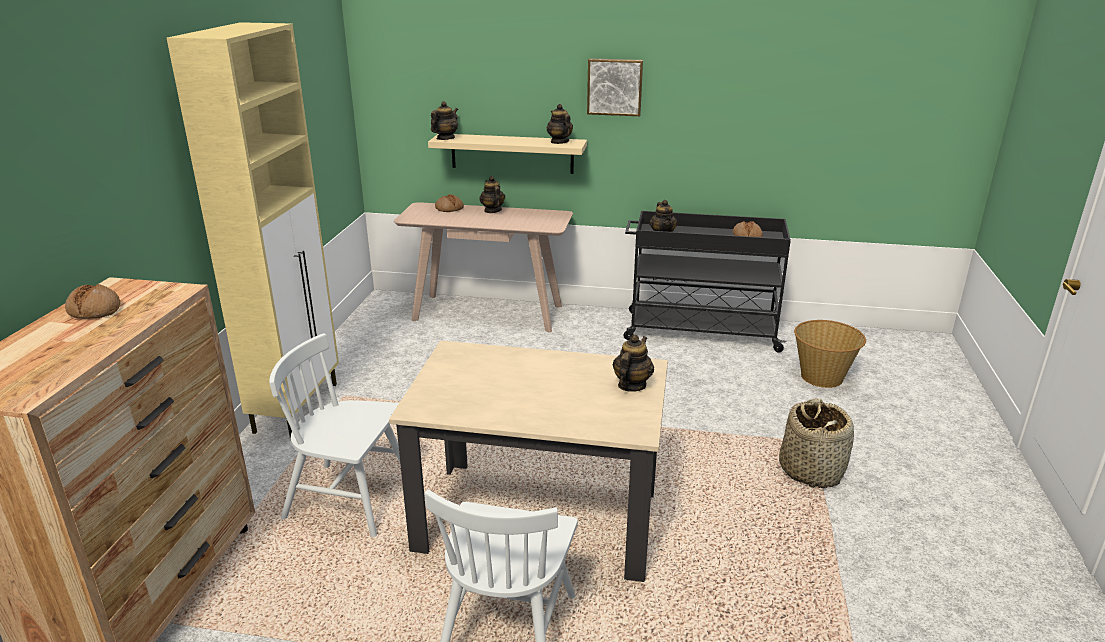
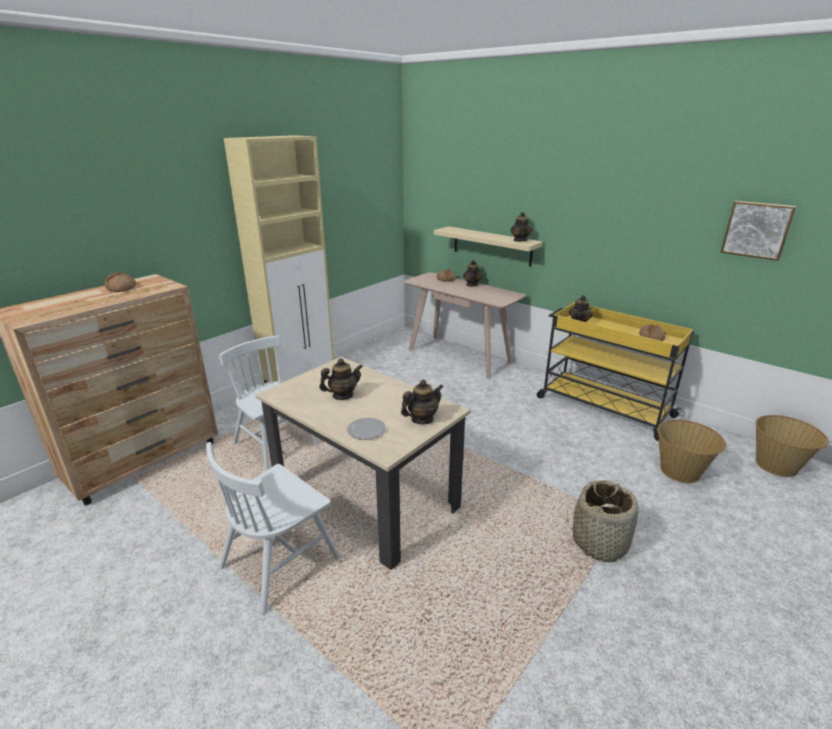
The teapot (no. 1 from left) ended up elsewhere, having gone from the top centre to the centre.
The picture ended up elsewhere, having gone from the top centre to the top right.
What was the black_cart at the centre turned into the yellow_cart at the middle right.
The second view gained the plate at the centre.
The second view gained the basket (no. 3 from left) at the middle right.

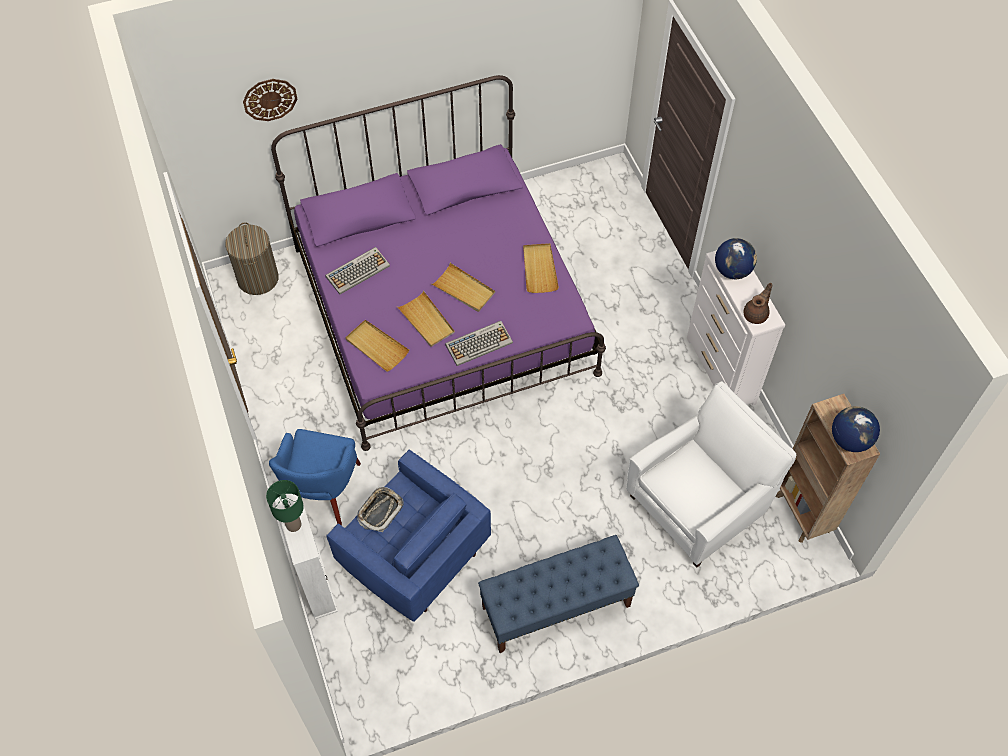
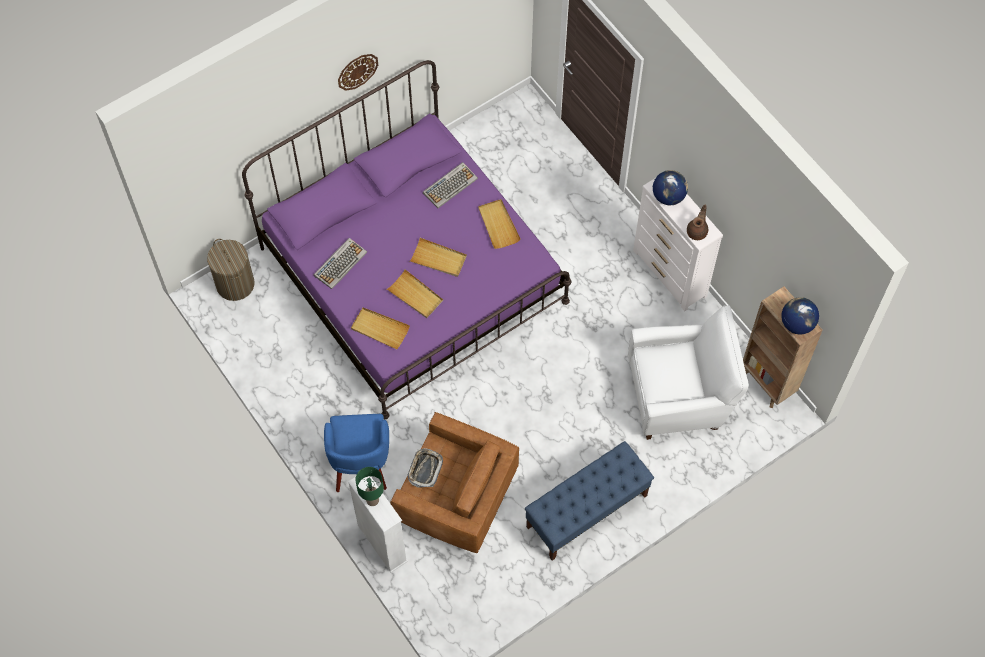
The wall_clock ended up elsewhere, having gone from the top left to the top centre.
What was the blue_armchair (no. 2 from left) at the bottom centre turned into the brown_armchair at the bottom centre.
The keyboard (no. 2 from left) ended up elsewhere, having gone from the centre to the top centre.
The white_armchair at the middle right ended up facing another way, 45 degrees clockwise from before.

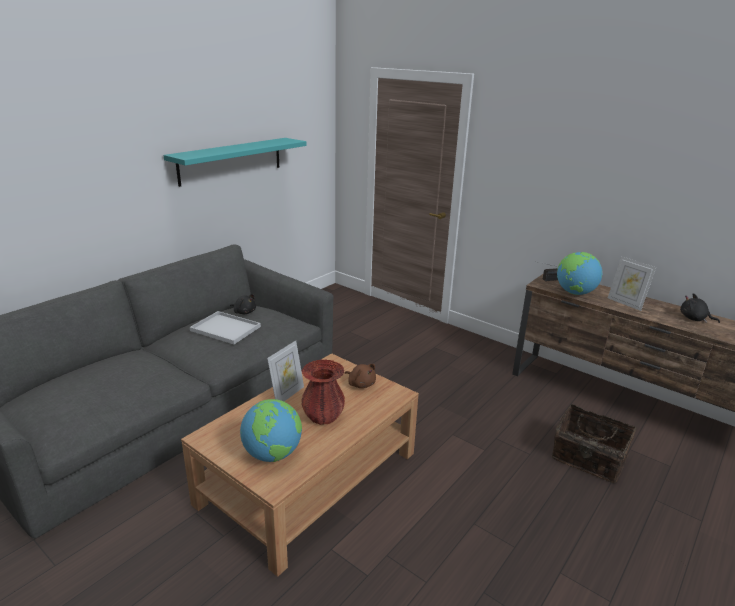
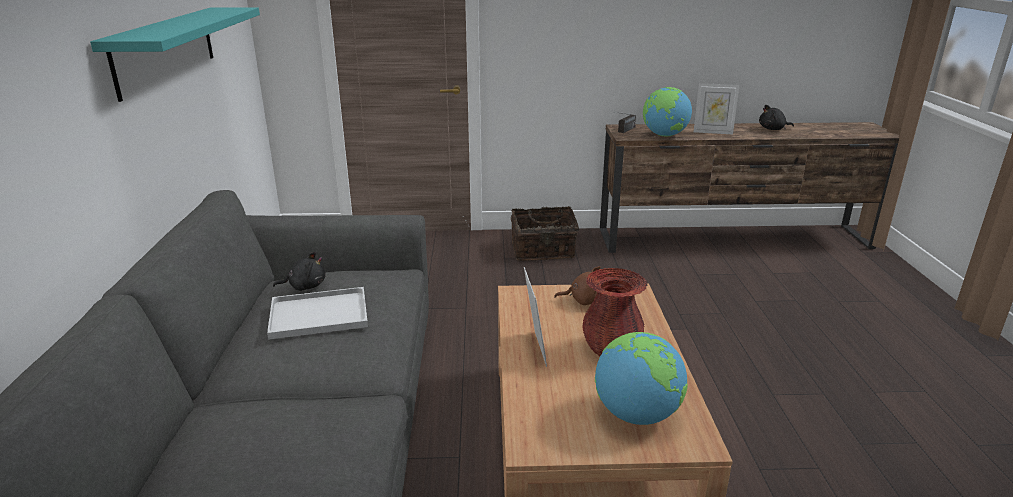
The basket ended up elsewhere, having gone from the bottom right to the centre.

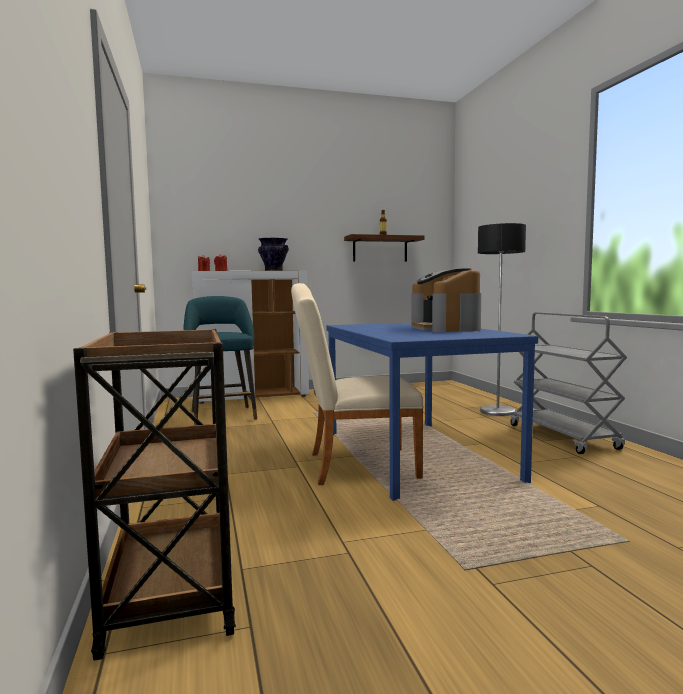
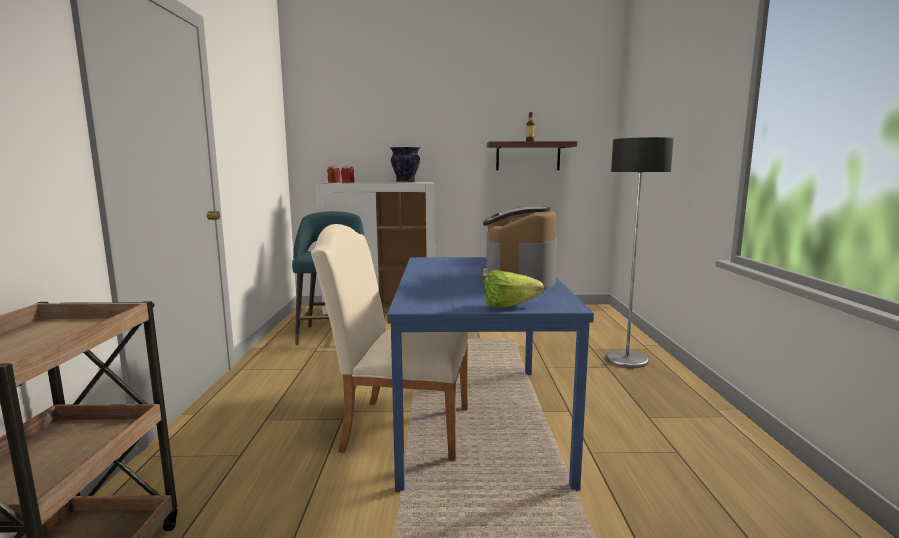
The second view lost the grey_cart at the middle right.
The second view gained the lettuce at the centre.

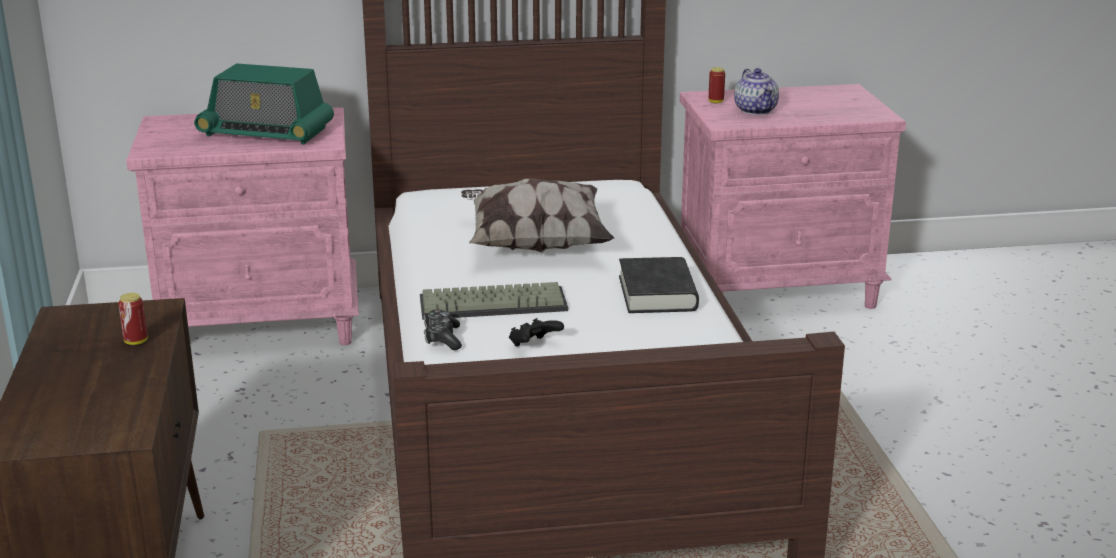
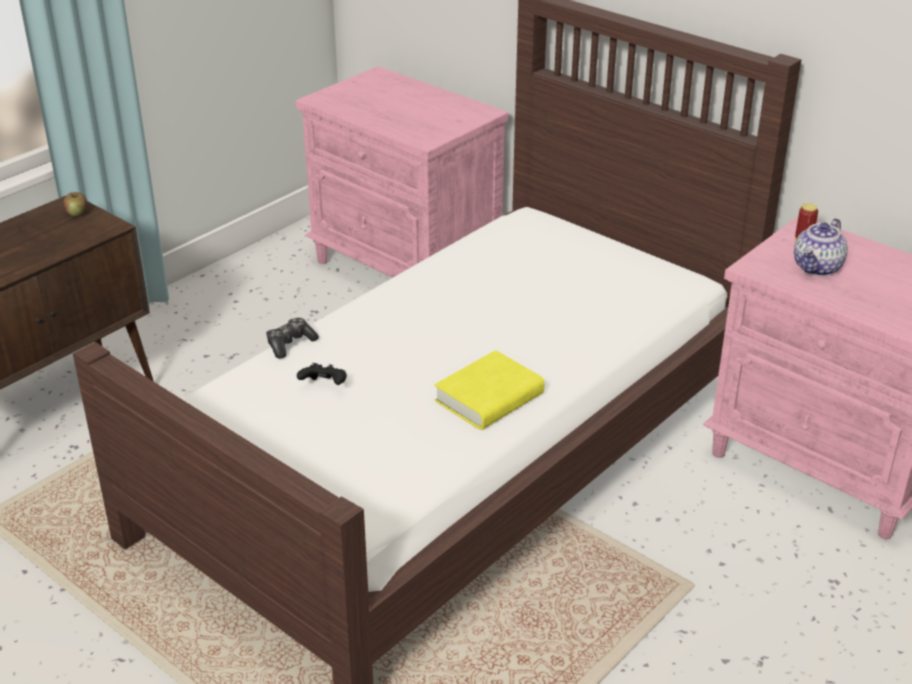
The second view lost the can (no. 1 from left) at the middle left.
The second view lost the radio at the top left.
The second view lost the keyboard at the centre.
The second view lost the pillow at the centre.
What was the black_book at the centre turned into the yellow_book at the centre.
The second view gained the apple at the top left.

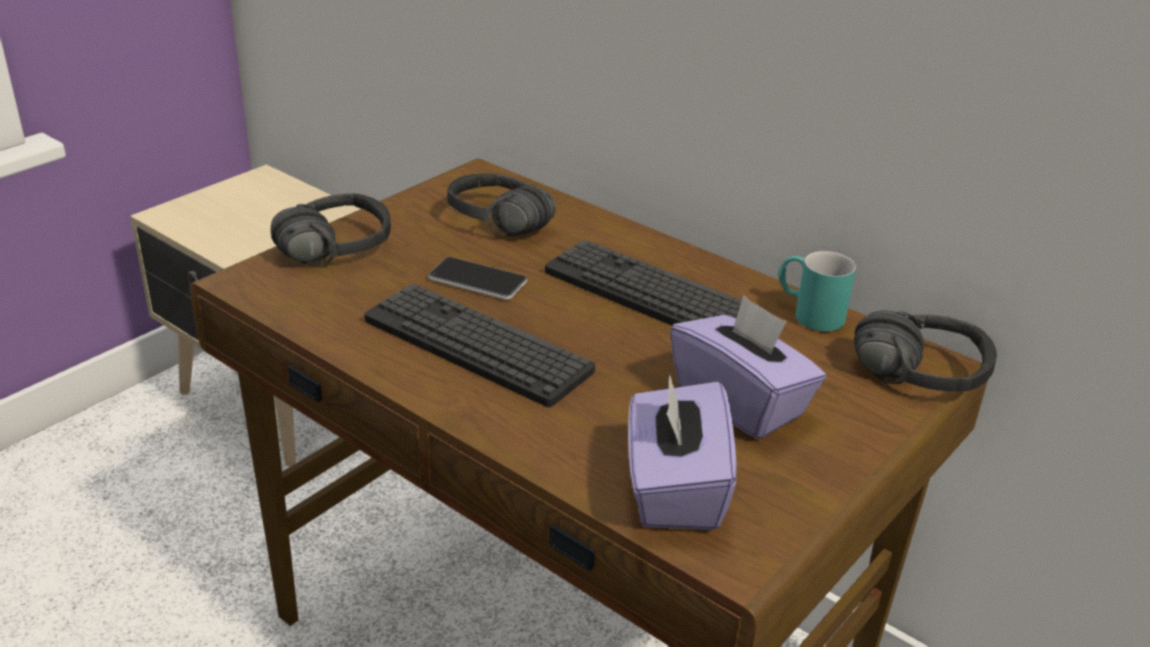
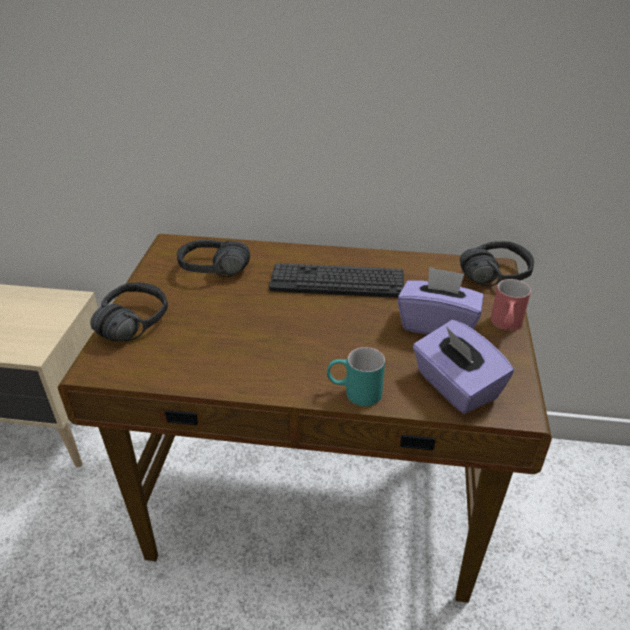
The second view lost the keyboard (no. 1 from left) at the centre.
The second view lost the phone at the centre.
The turquoise_mug ended up elsewhere, having gone from the middle right to the centre.
The second view gained the red_mug at the middle right.

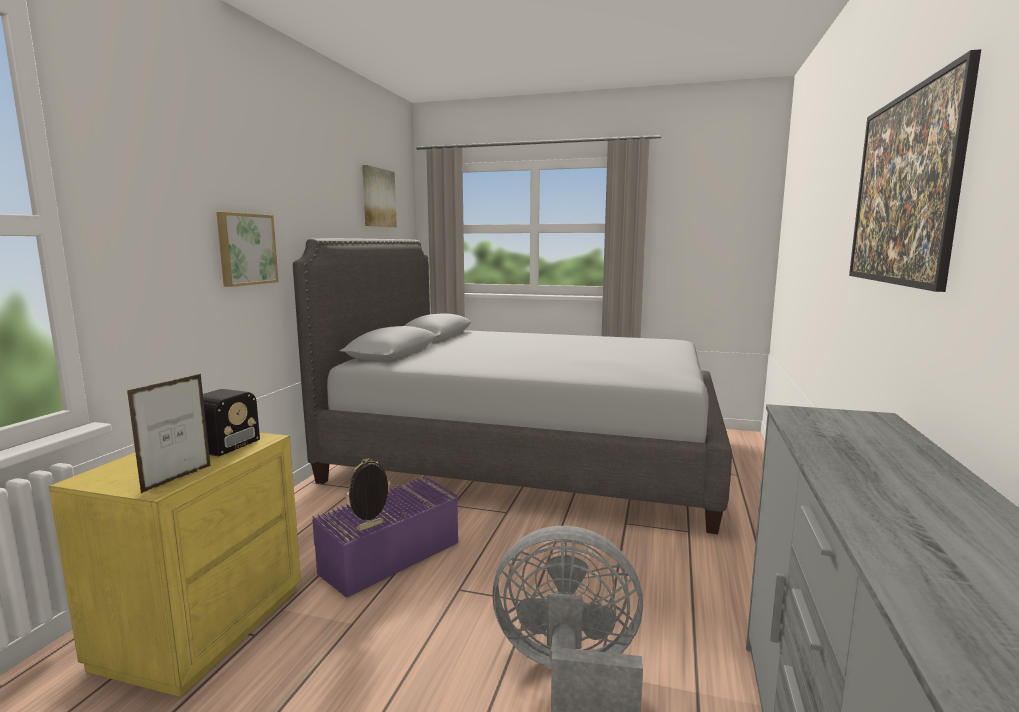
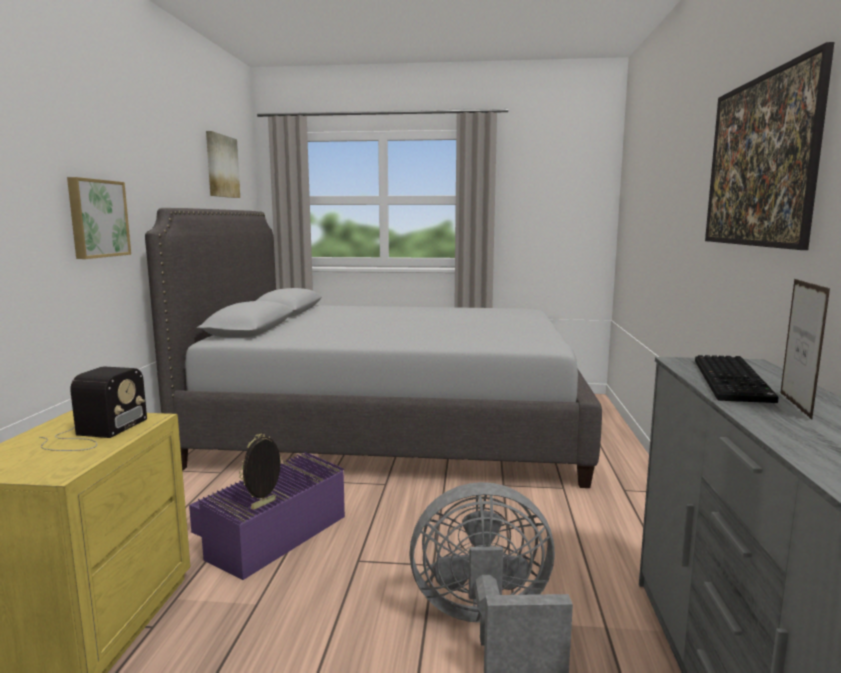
The picture_frame (no. 1 from left in the first image) ended up elsewhere, having gone from the middle left to the middle right.
The second view gained the keyboard at the middle right.

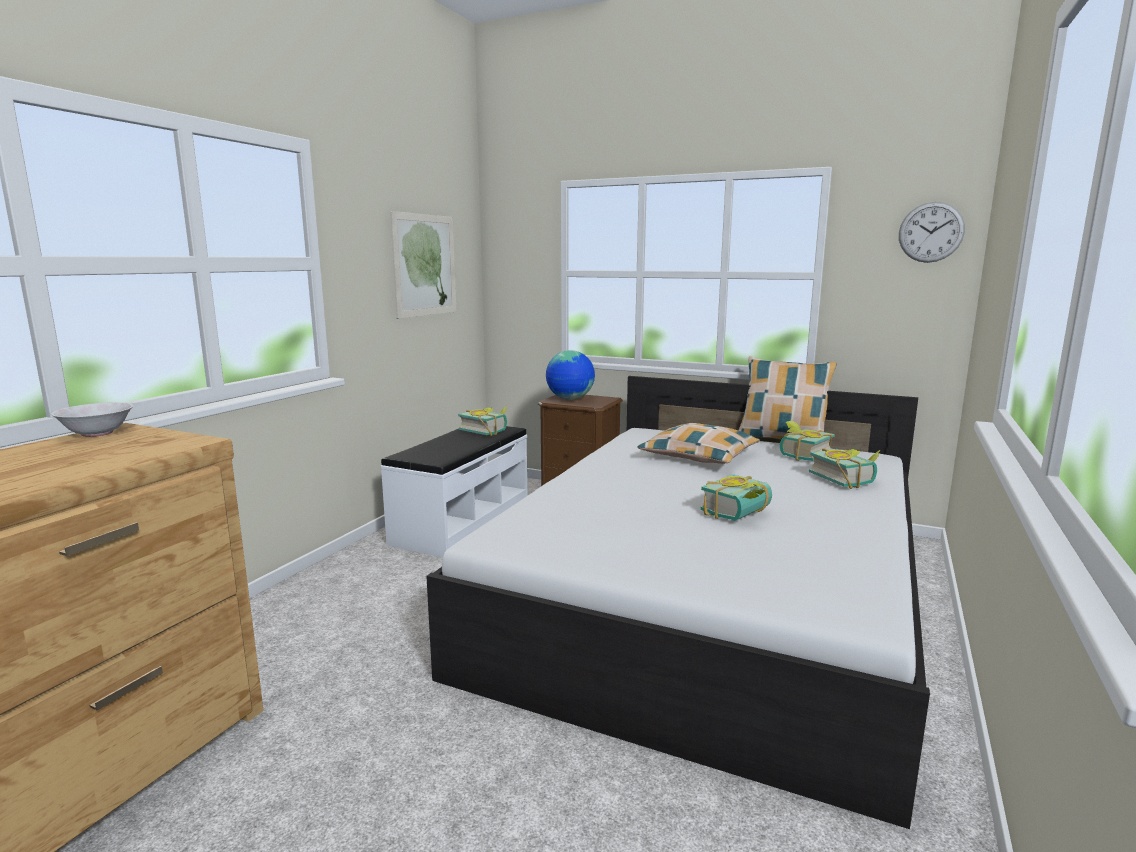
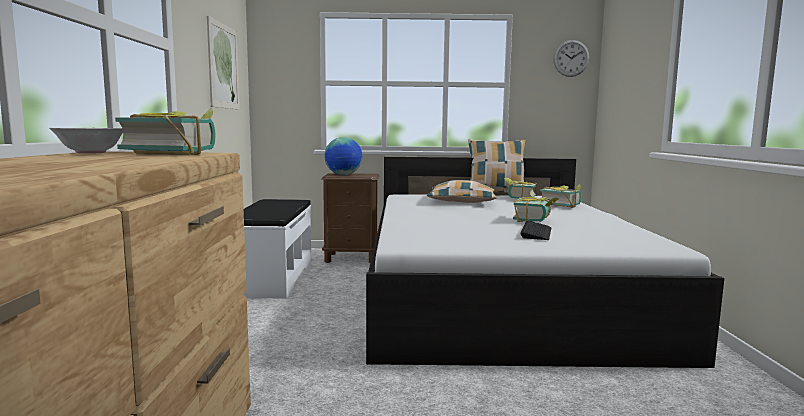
The book (no. 1 from left) ended up elsewhere, having gone from the centre to the top left.
The second view gained the keyboard at the centre.

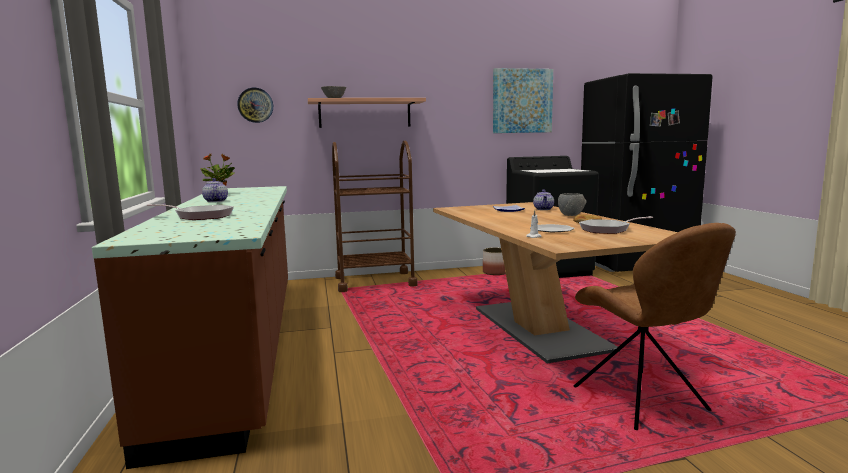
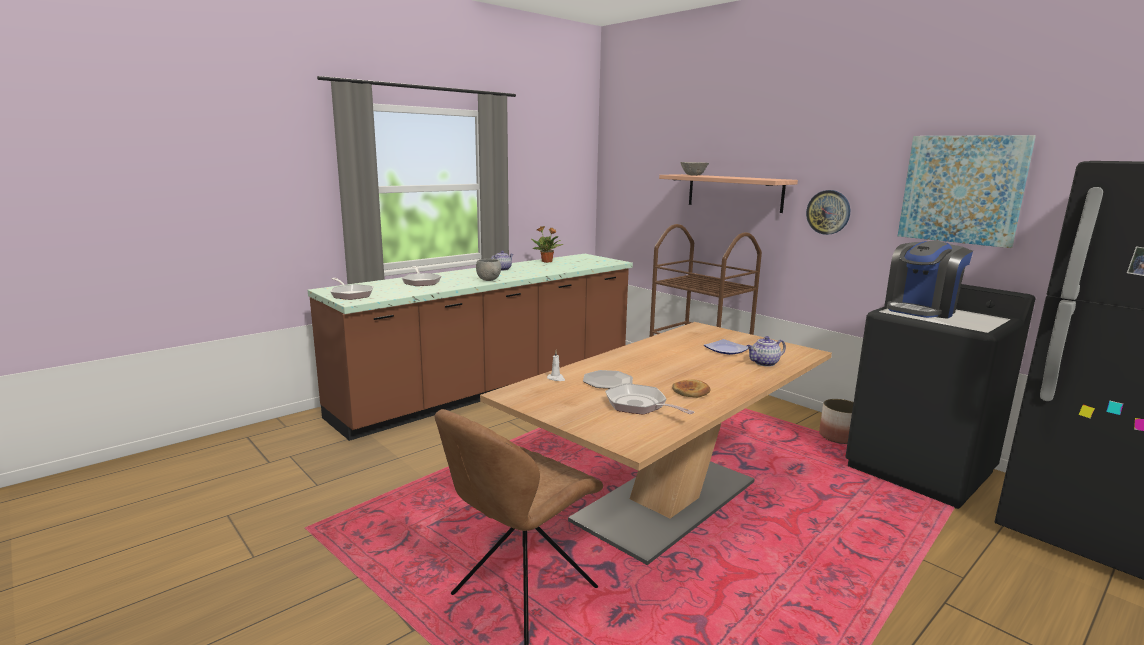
The wall_clock ended up elsewhere, having gone from the top left to the top right.
The grey_bowl (no. 2 from left in the first image) ended up elsewhere, having gone from the middle right to the centre.
The second view gained the frying_pan (no. 1 from left) at the middle left.
The second view gained the coffee_machine at the middle right.

